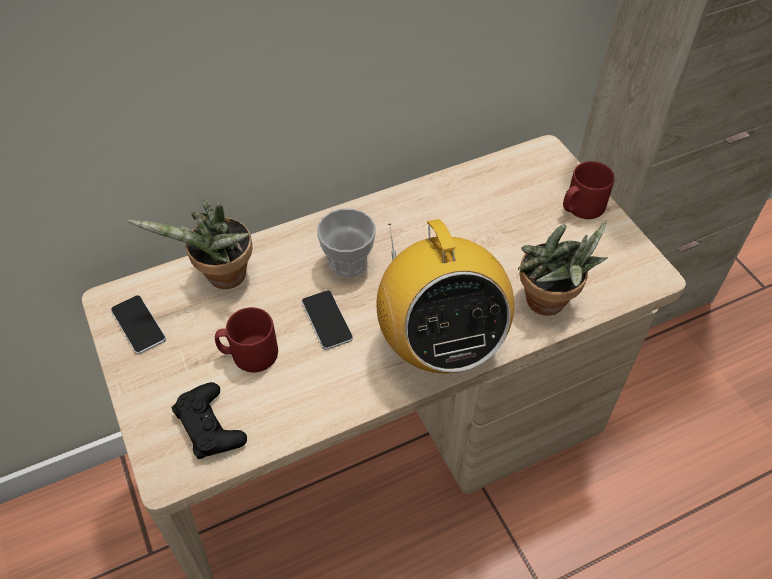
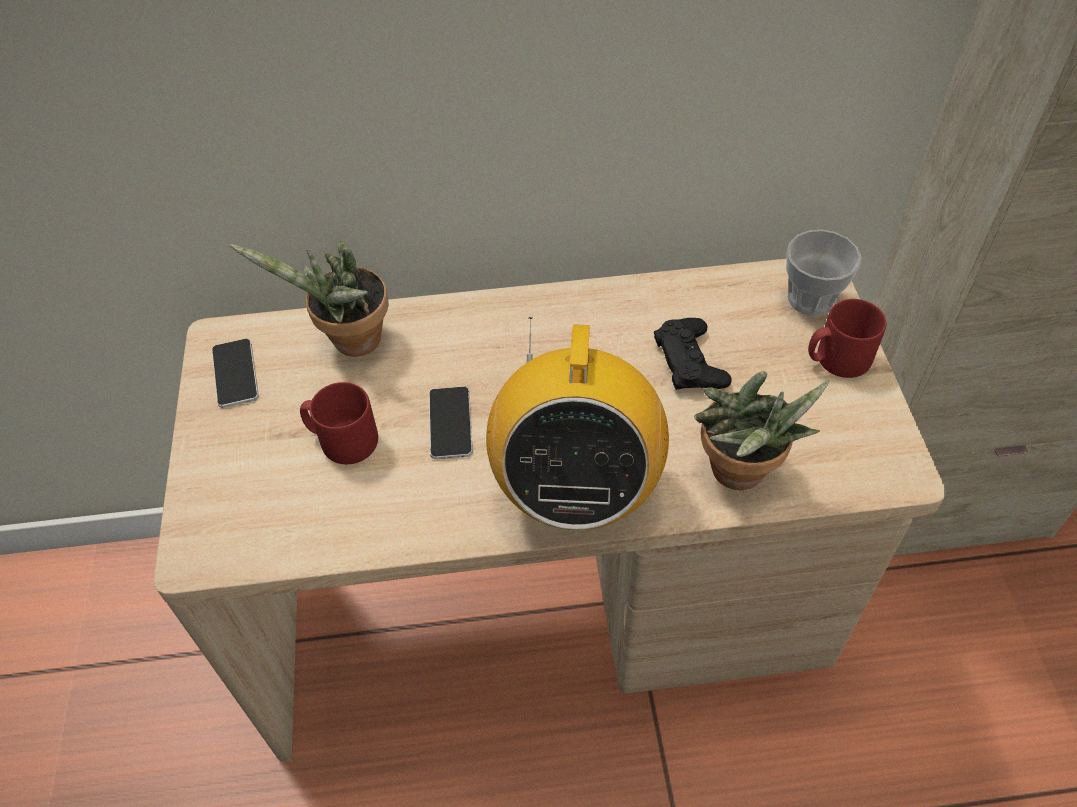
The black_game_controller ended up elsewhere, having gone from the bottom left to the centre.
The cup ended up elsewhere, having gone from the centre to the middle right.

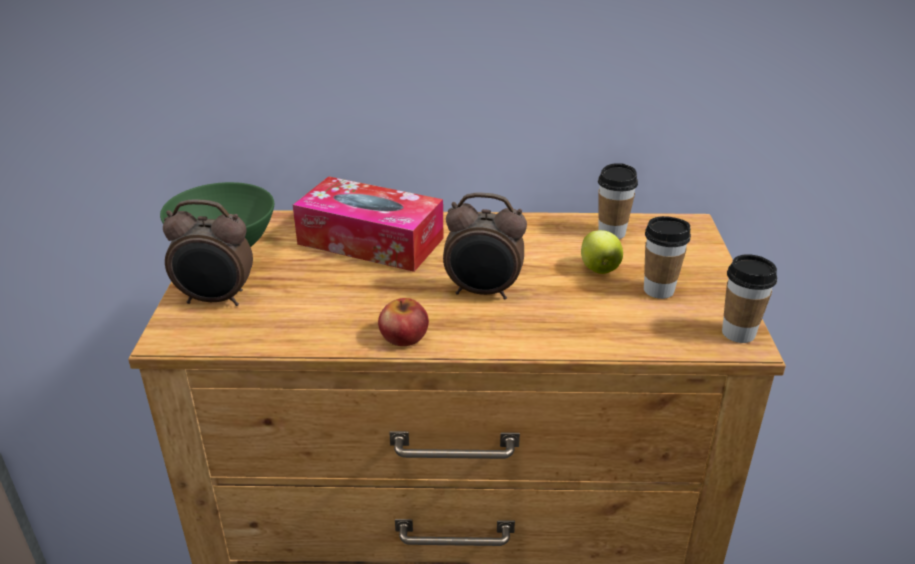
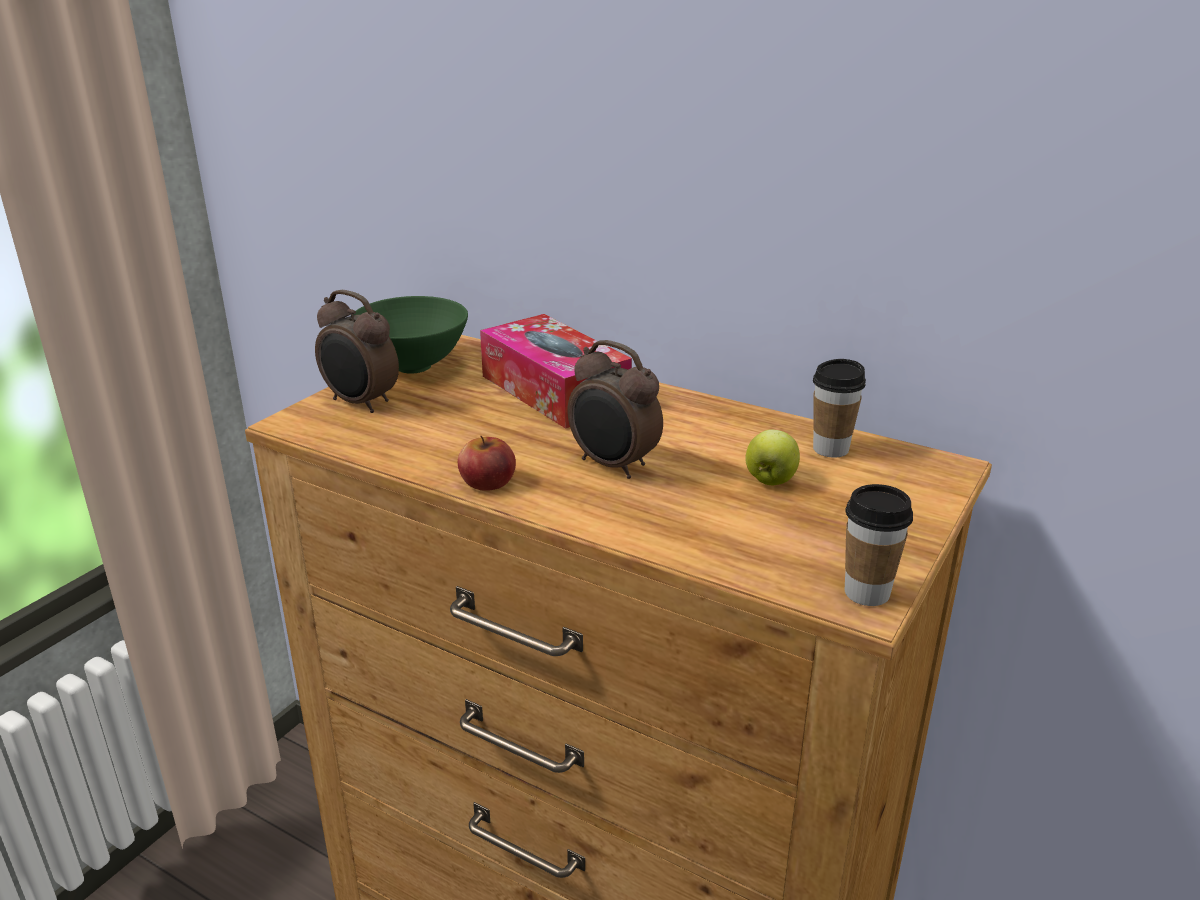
The second view lost the cup (no. 2 from left) at the middle right.

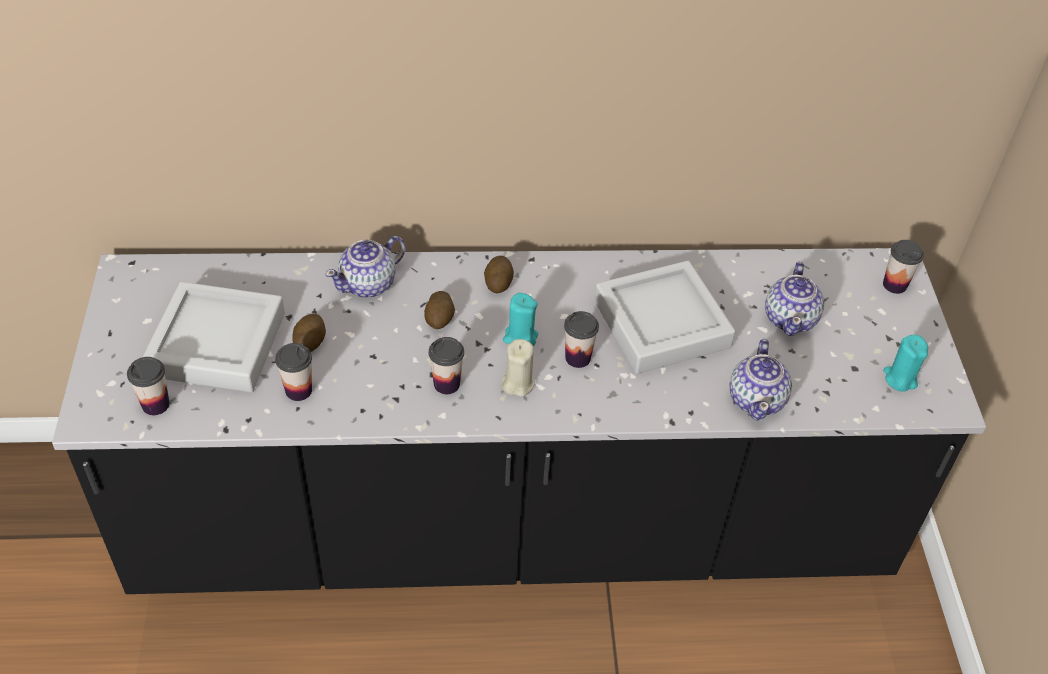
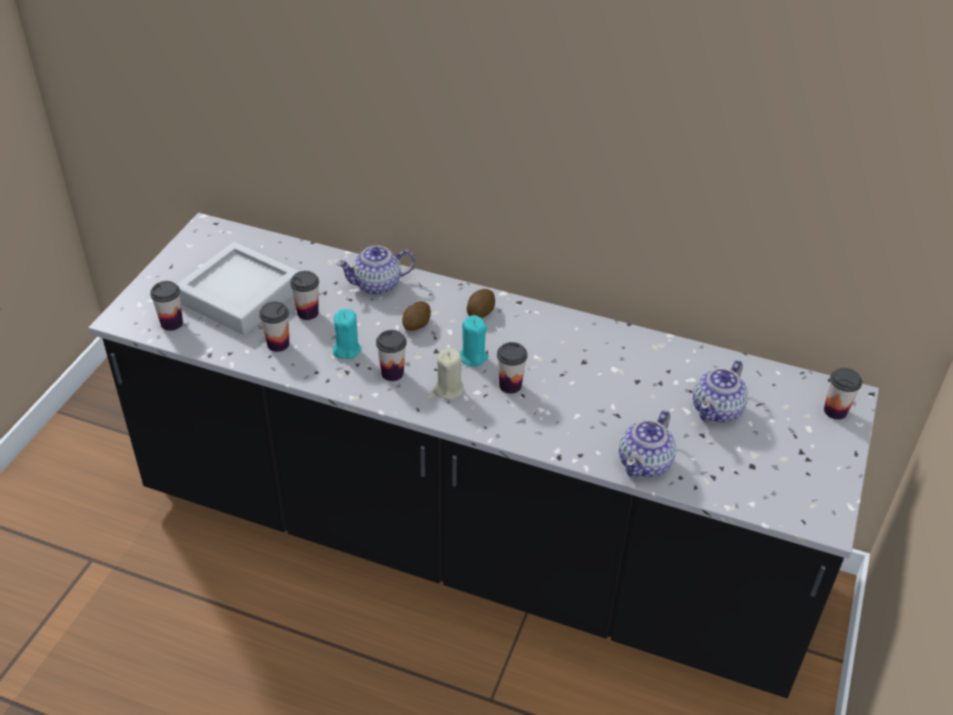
Where the potato (no. 1 from left) stood at the middle left, the cup (no. 3 from left) came to stand at the middle left.
The second view lost the grey_tray (no. 2 from left) at the centre.
The turquoise_candle (no. 2 from left in the first image) ended up elsewhere, having gone from the middle right to the centre.

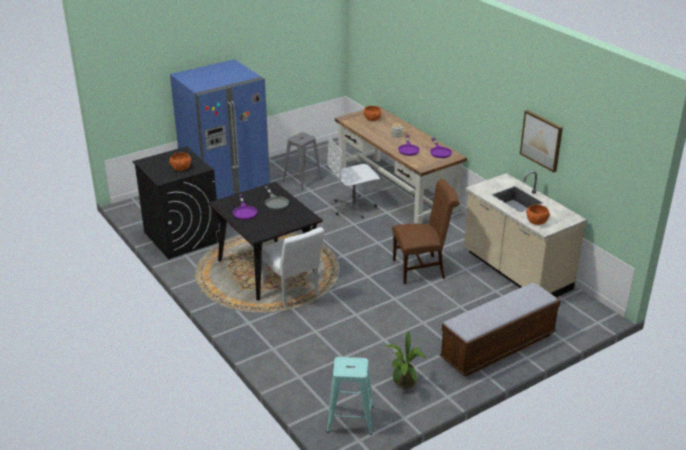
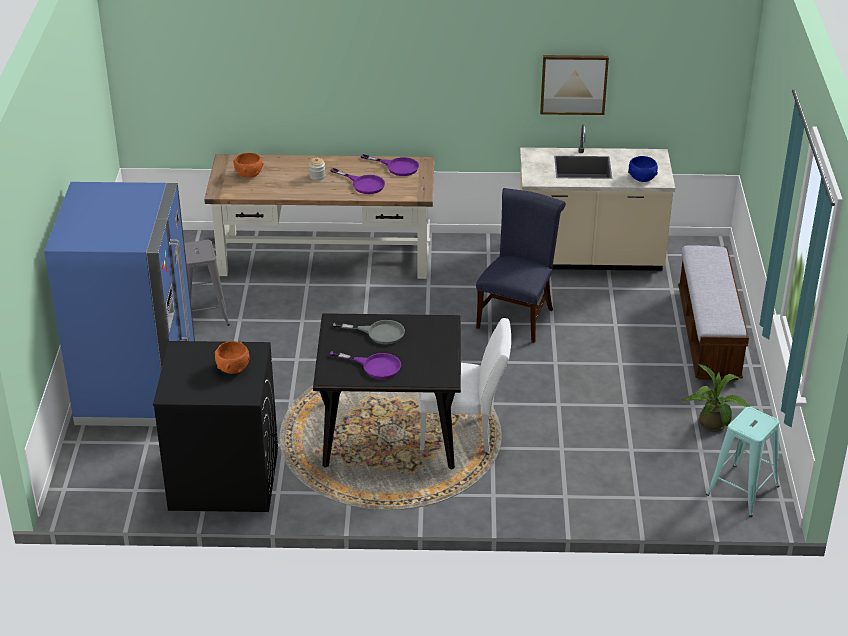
The second view lost the white_office_chair at the centre.
What was the brown_chair at the centre turned into the blue_chair at the centre.
What was the orange_bowl (no. 3 from left) at the middle right turned into the blue_bowl at the top right.

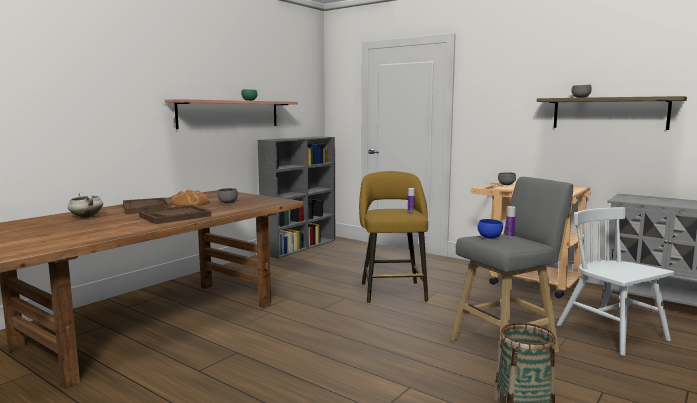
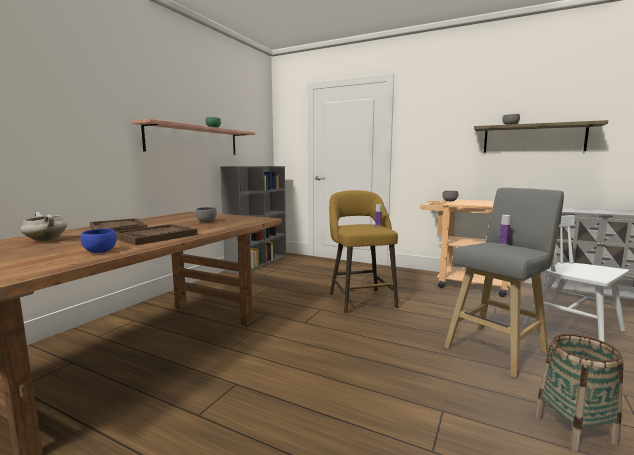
The second view lost the bread at the middle left.
The blue_bowl ended up elsewhere, having gone from the middle right to the middle left.

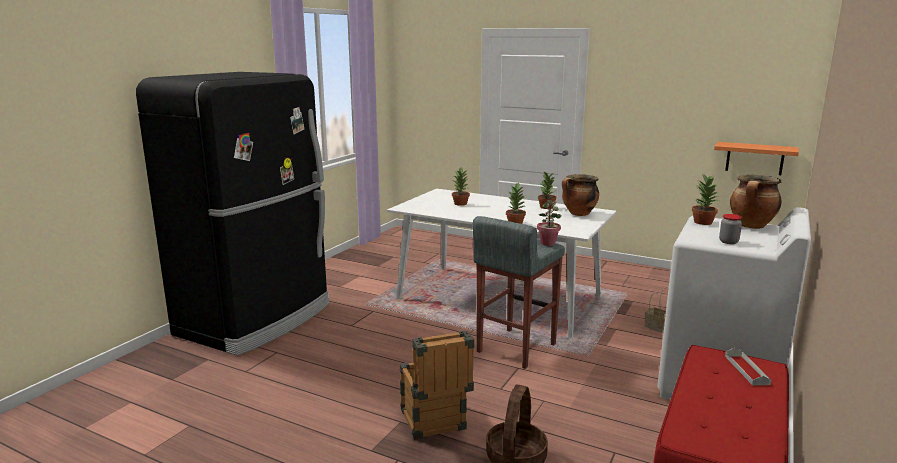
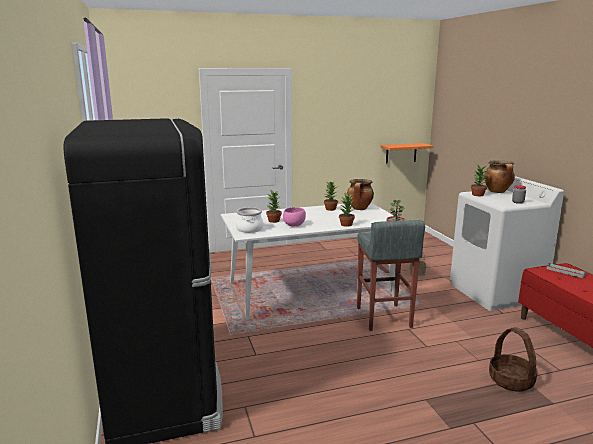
The second view lost the crate at the bottom centre.
The second view gained the cooking_pot (no. 1 from left) at the centre.
The second view gained the pink_bowl at the centre.

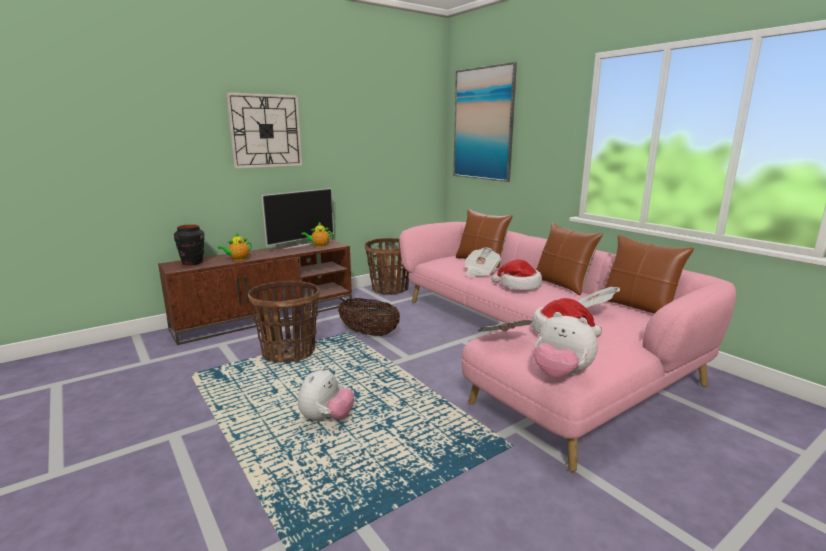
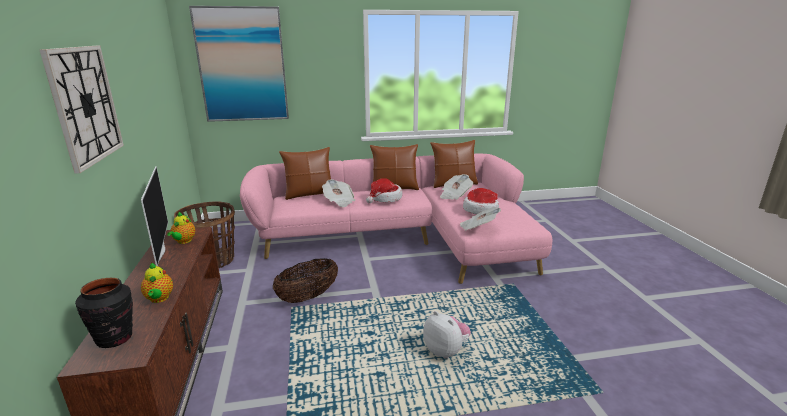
The second view lost the basket (no. 1 from left) at the centre.
The second view lost the plush_toy (no. 2 from left) at the middle right.

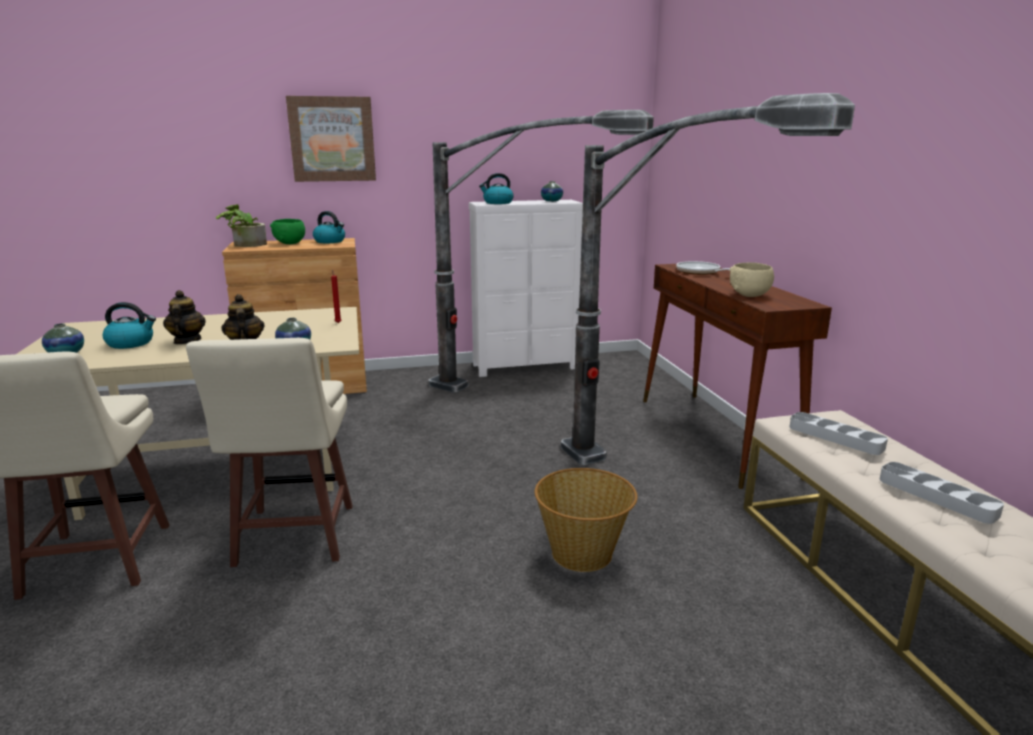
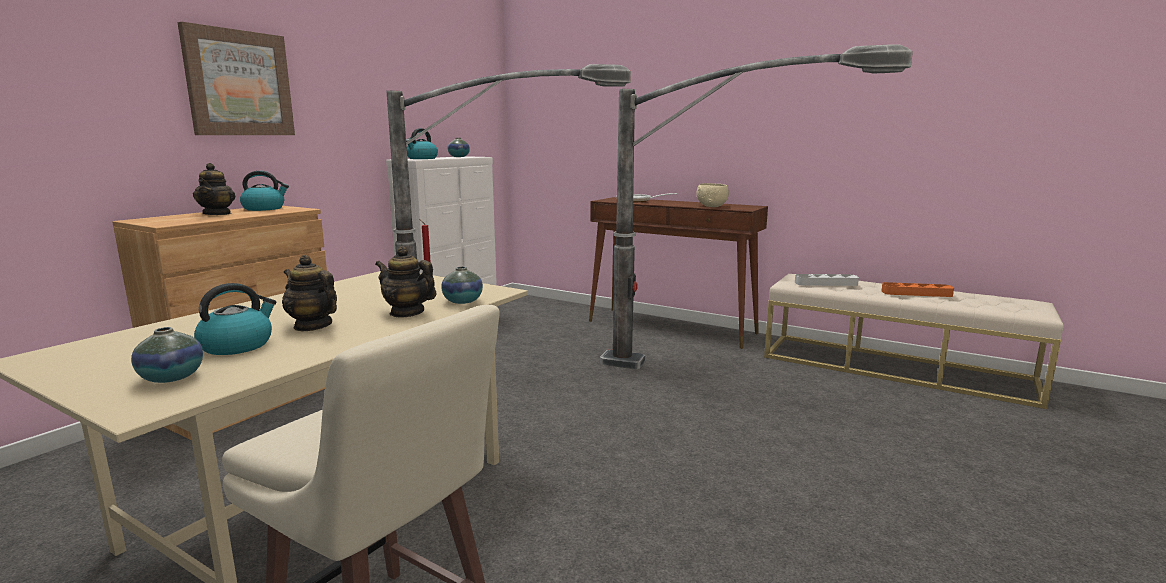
The second view lost the beige_stool (no. 2 from left) at the middle left.
The second view lost the potted_plant at the top left.
Where the green_bowl stood at the top left, the teapot (no. 1 from left) came to stand at the top left.
The second view lost the basket at the bottom centre.
What was the grey_tray (no. 2 from left) at the bottom right turned into the orange_tray at the middle right.

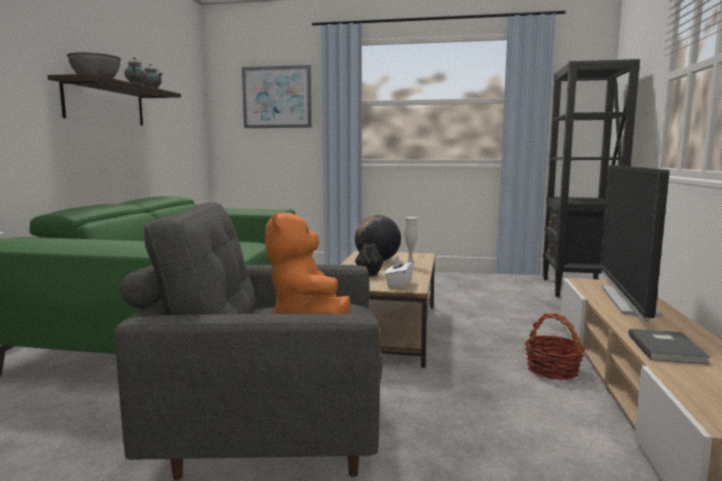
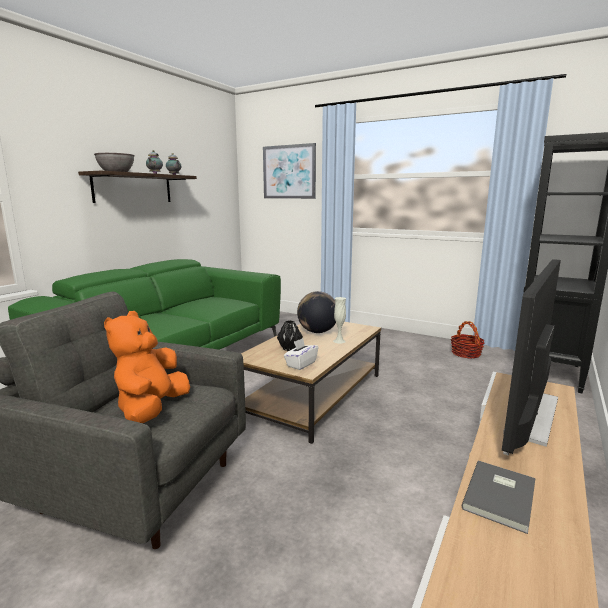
The basket ended up elsewhere, having gone from the bottom right to the middle right.

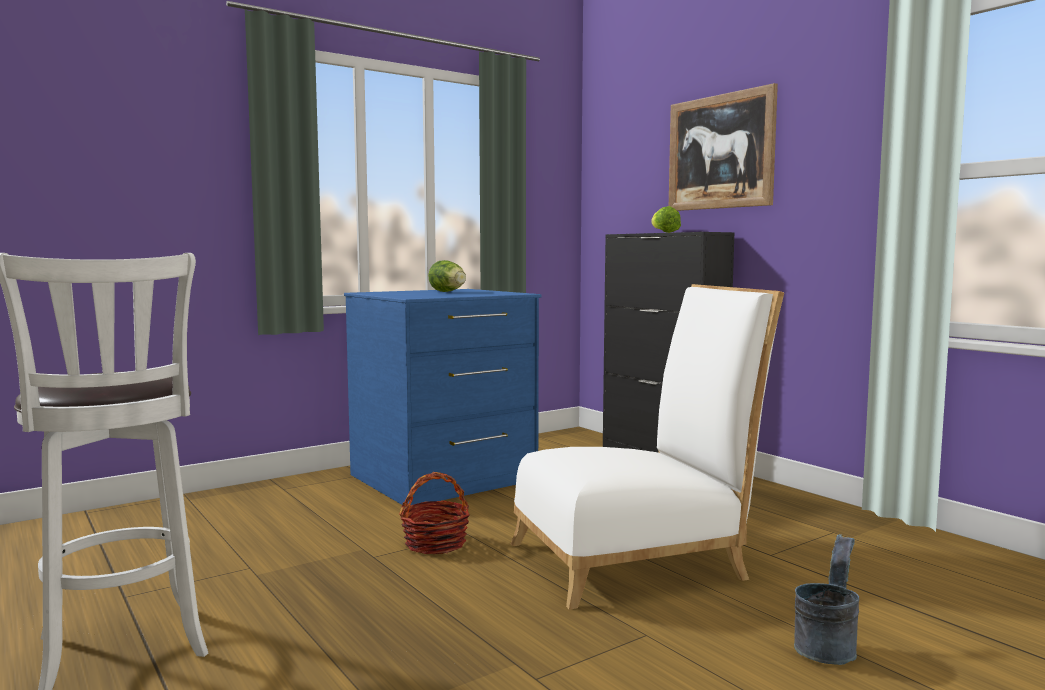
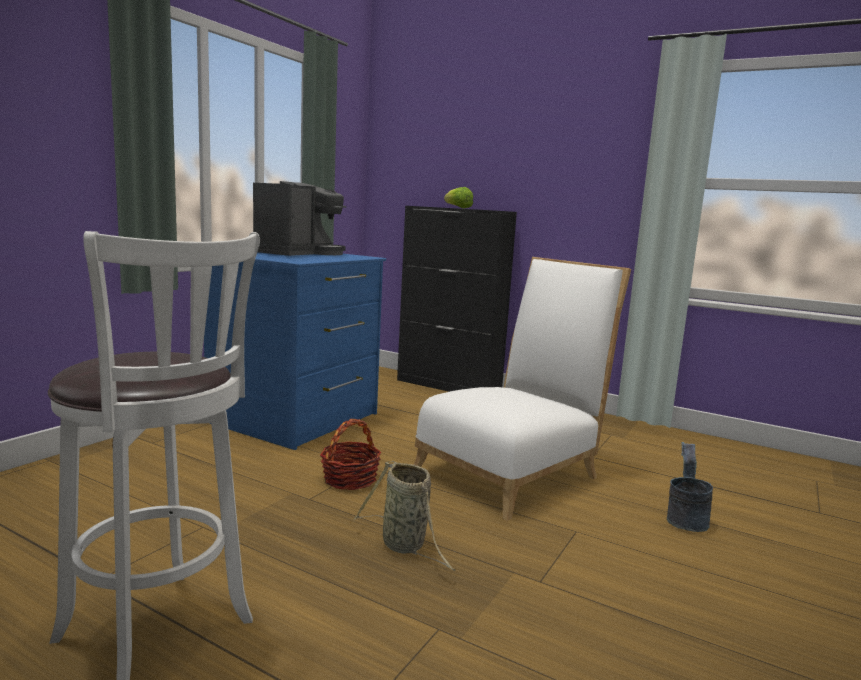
Where the lettuce (no. 1 from left) stood at the centre, the coffee_machine came to stand at the top centre.
The second view lost the picture at the top right.
The second view gained the basket (no. 2 from left) at the bottom centre.

